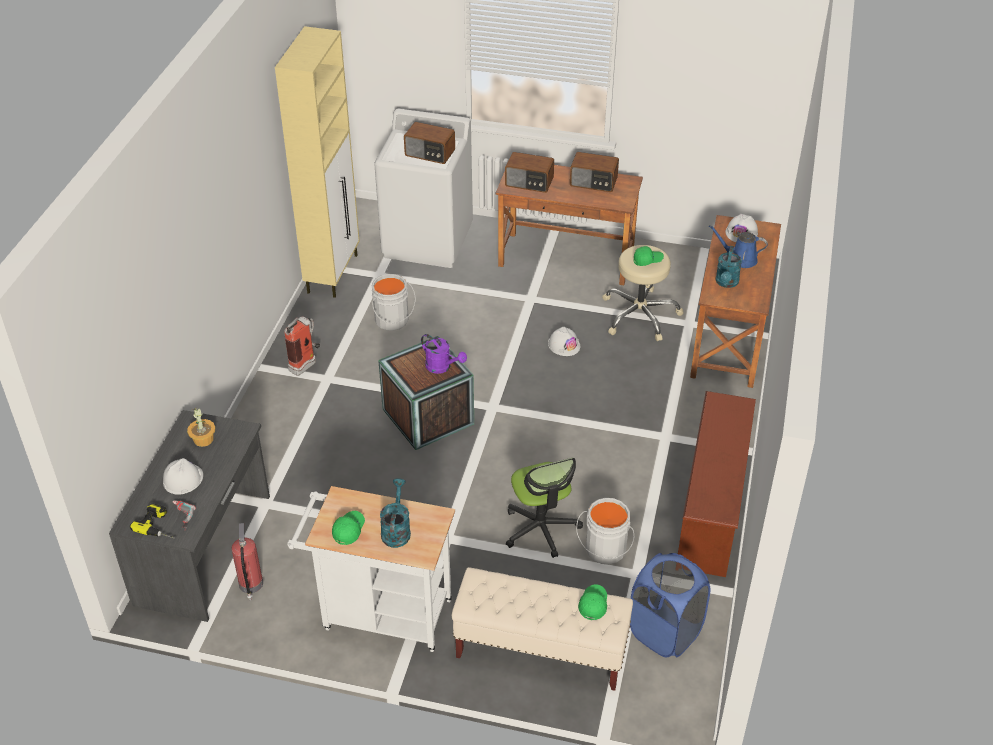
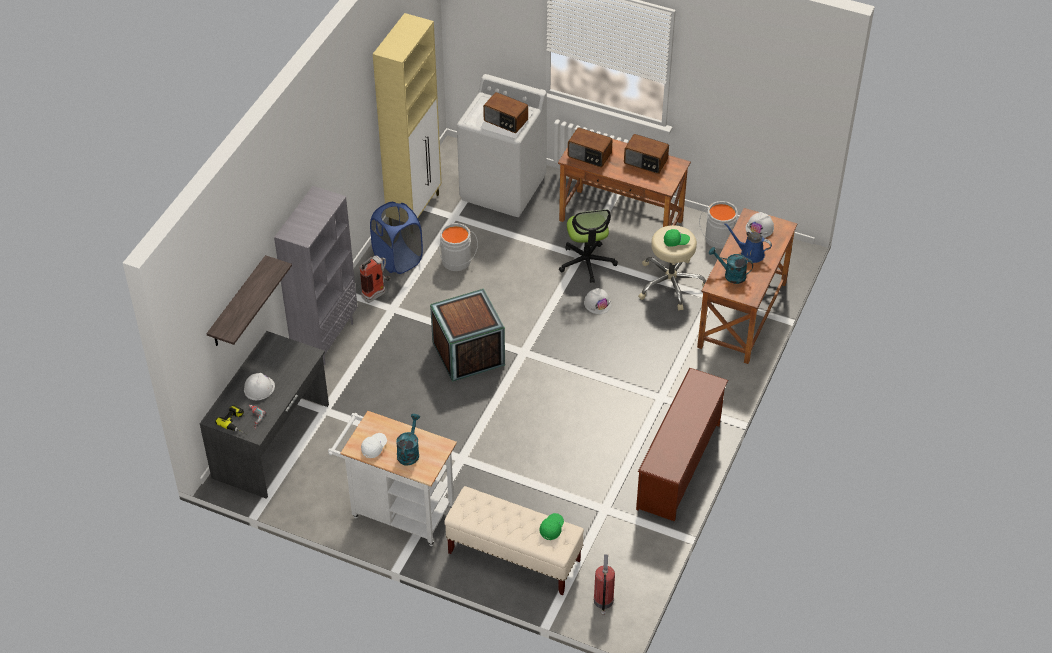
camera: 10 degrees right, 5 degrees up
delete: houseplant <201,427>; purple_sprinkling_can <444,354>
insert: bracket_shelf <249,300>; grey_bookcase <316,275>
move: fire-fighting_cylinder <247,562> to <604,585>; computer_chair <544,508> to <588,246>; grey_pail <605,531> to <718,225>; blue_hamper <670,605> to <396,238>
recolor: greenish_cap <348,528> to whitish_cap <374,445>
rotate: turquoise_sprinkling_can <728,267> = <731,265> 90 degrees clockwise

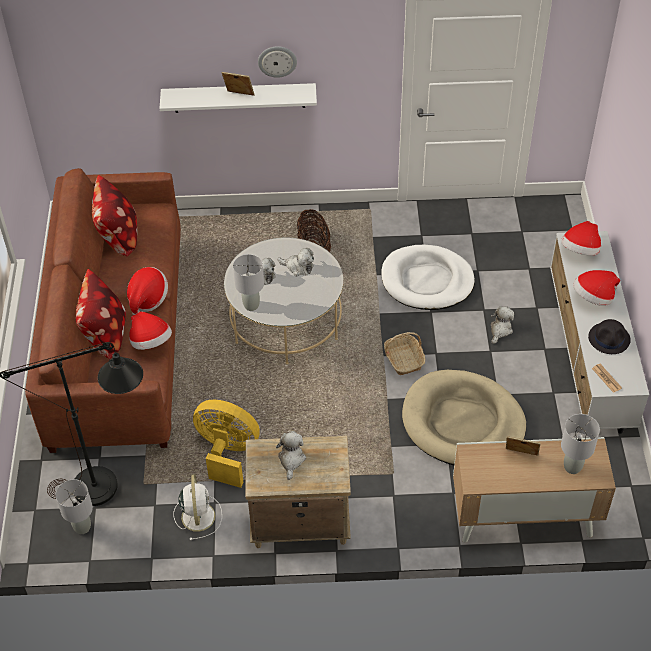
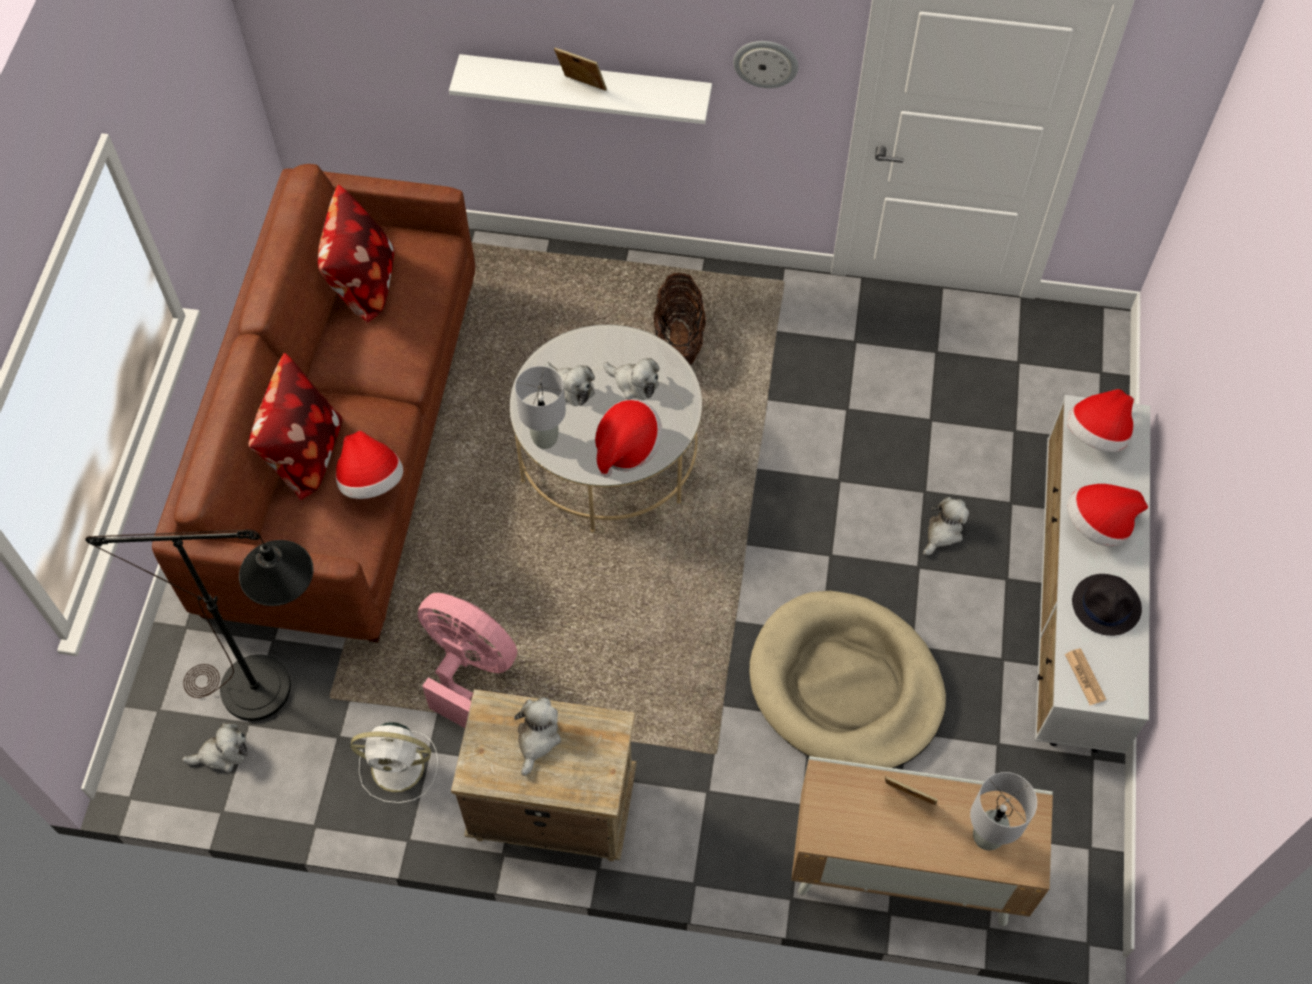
camera: 10 degrees right, 10 degrees up
delete: whitish_dog_cushion <428,277>; basket <404,353>
move: hat <147,291> to <628,438>; hanging_clock <277,62> to <766,64>
replace: grey_table_lamp <74,506> to plush_toy <215,747>
recolor: yellowish_electric_fan <226,444> to pinkish_electric_fan <467,660>
rotate: whitish_electric_fan <197,507> = <394,762> 90 degrees clockwise

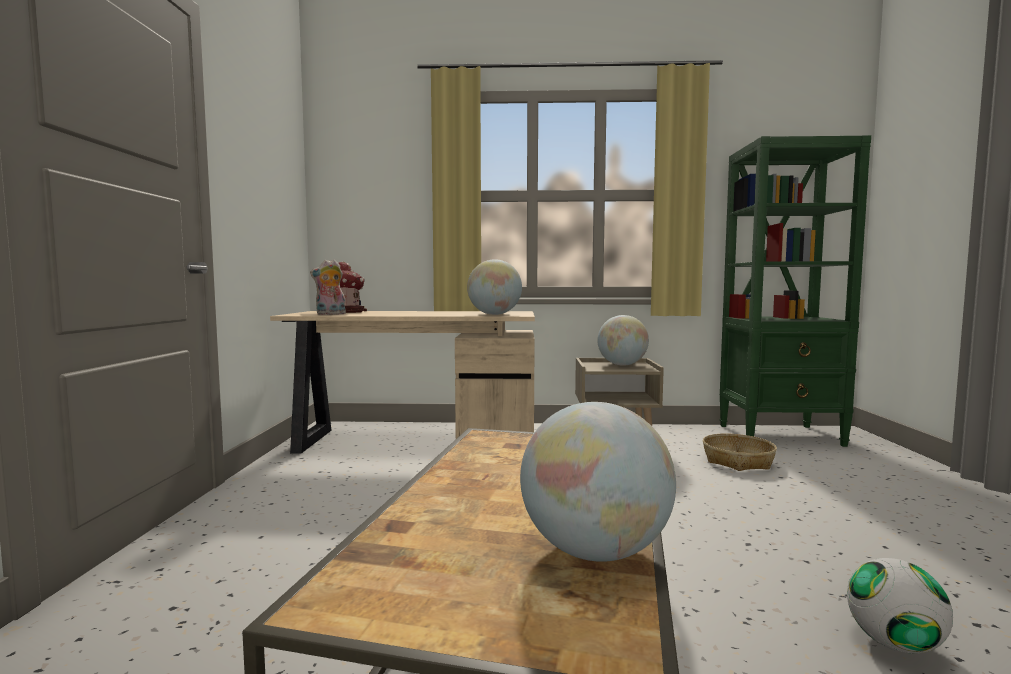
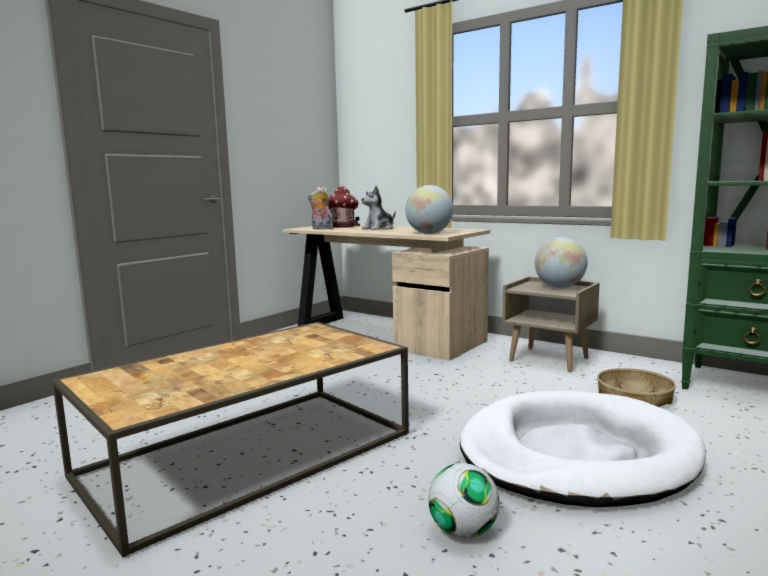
camera: 35 degrees right, 5 degrees up
delete: world_globe <598,482>
insert: plush_toy <379,208>; whitish_dog_cushion <583,449>

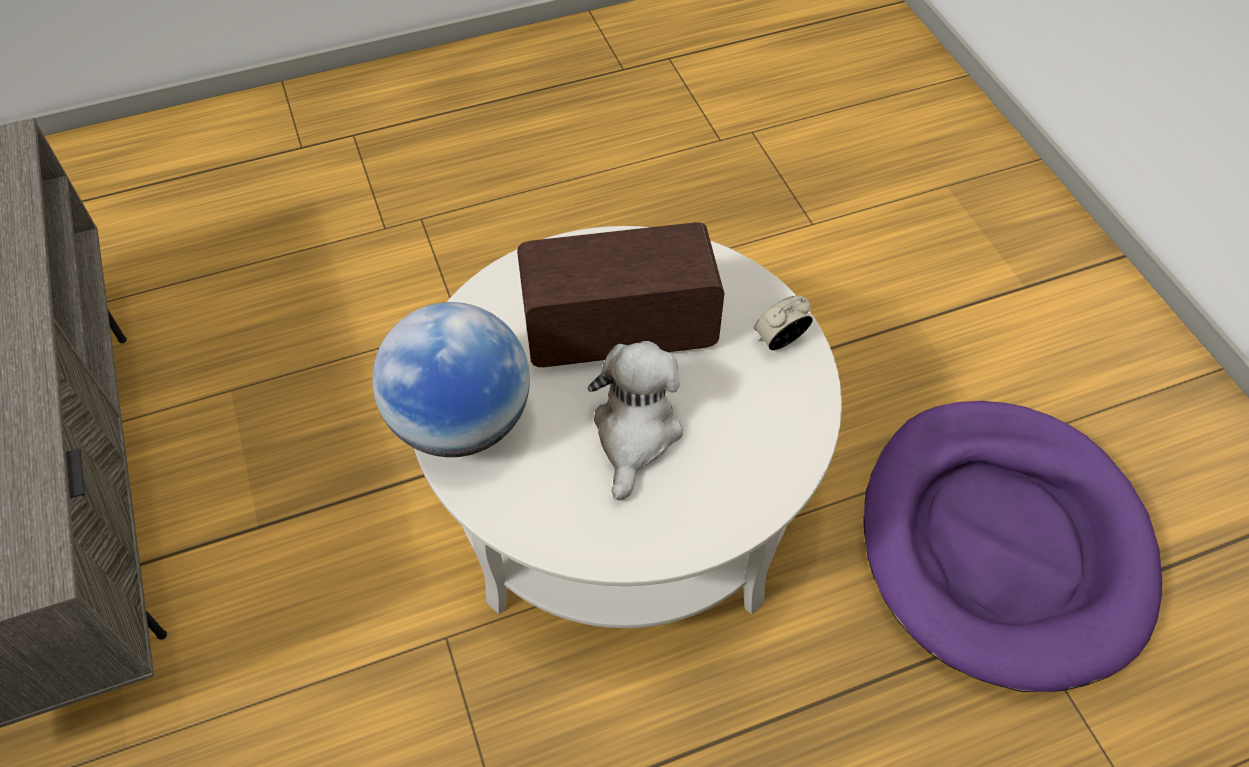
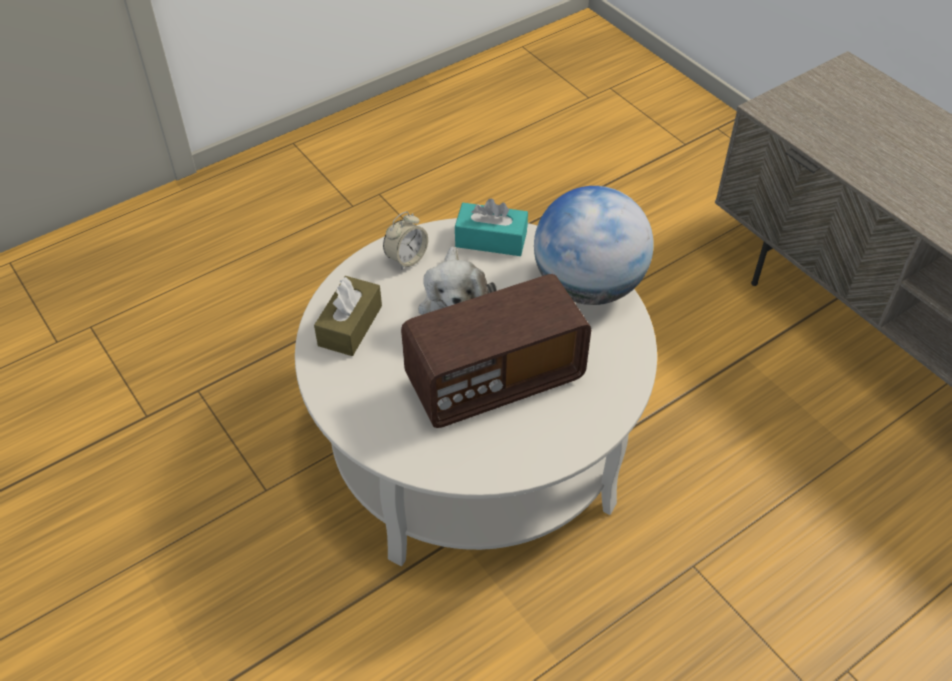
camera: 165 degrees right, 5 degrees down
delete: purple_dog_cushion <1012,546>
insert: brown_tissue_box <348,316>; turquoise_tissue_box <491,227>
move: table_clock <783,322> to <405,240>

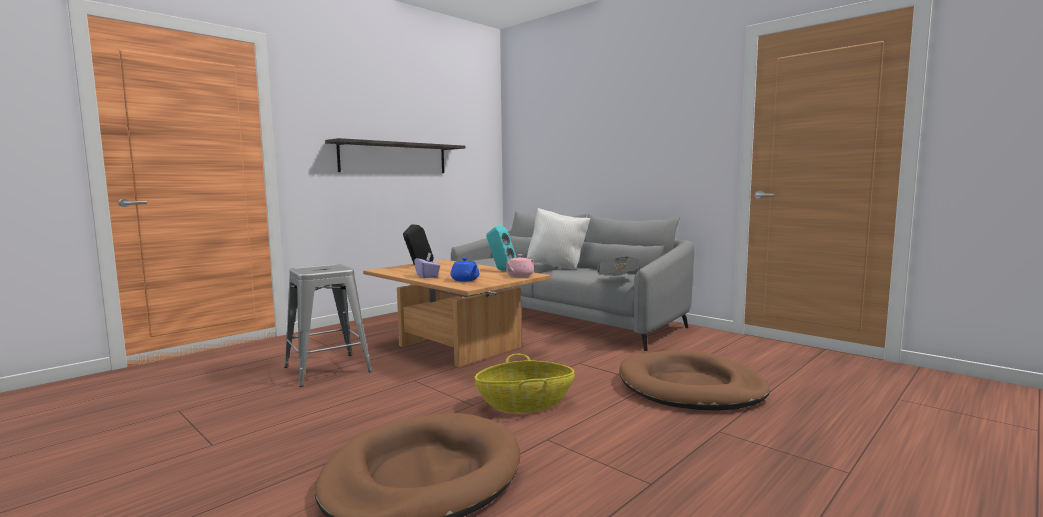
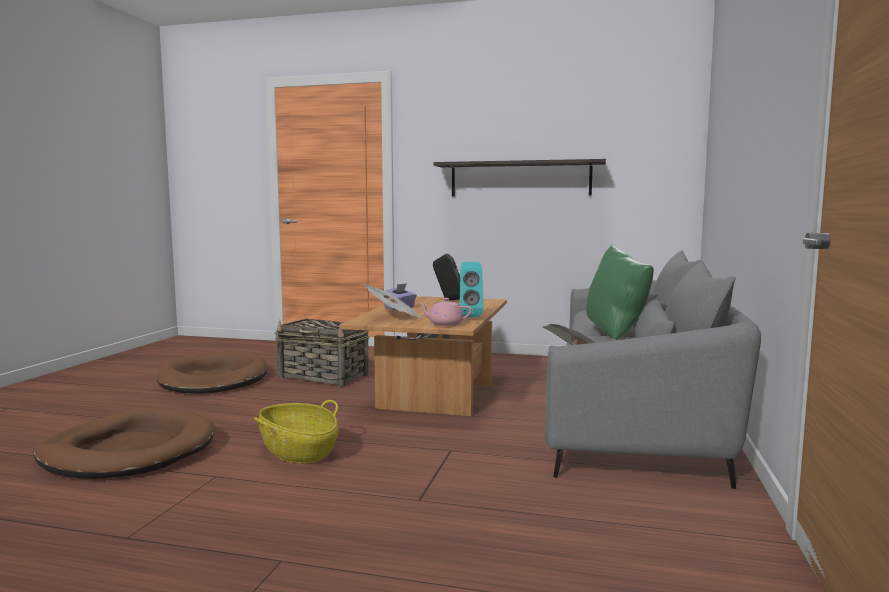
camera: 60 degrees right, 0 degrees up
move: brown_dog_cushion <694,381> to <212,372>
replace: grey_stool_seat <328,325> to basket <321,353>; blue_pot_for_tea <464,270> to daily_paper <393,301>
recolor: whitish_throw_pillow <558,239> to greenish_throw_pillow <620,292>

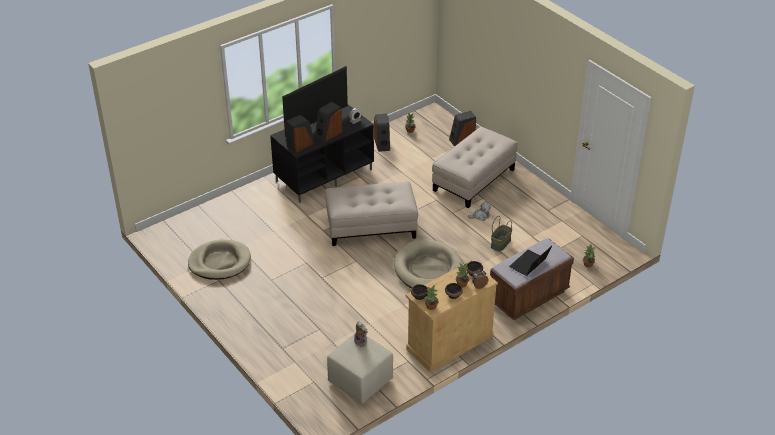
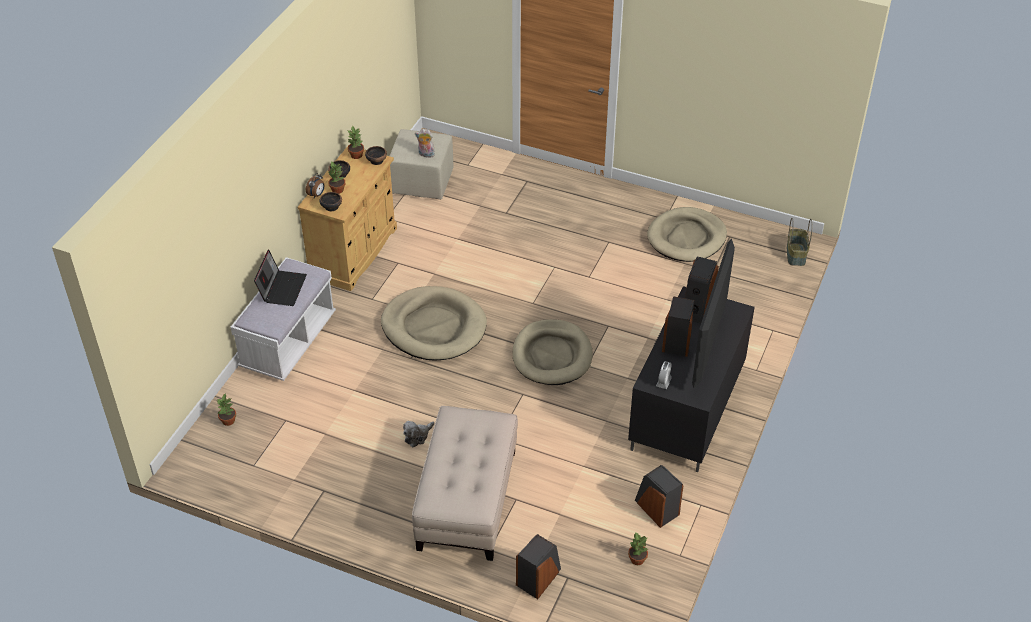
camera: 150 degrees right, 5 degrees up
move: basket <501,234> to <799,242>
replace: sand-coloured_footrest <371,214> to sand-coloured_dog_cushion <552,352>
recolor: brown_bench <532,279> to whitish_bench <283,319>

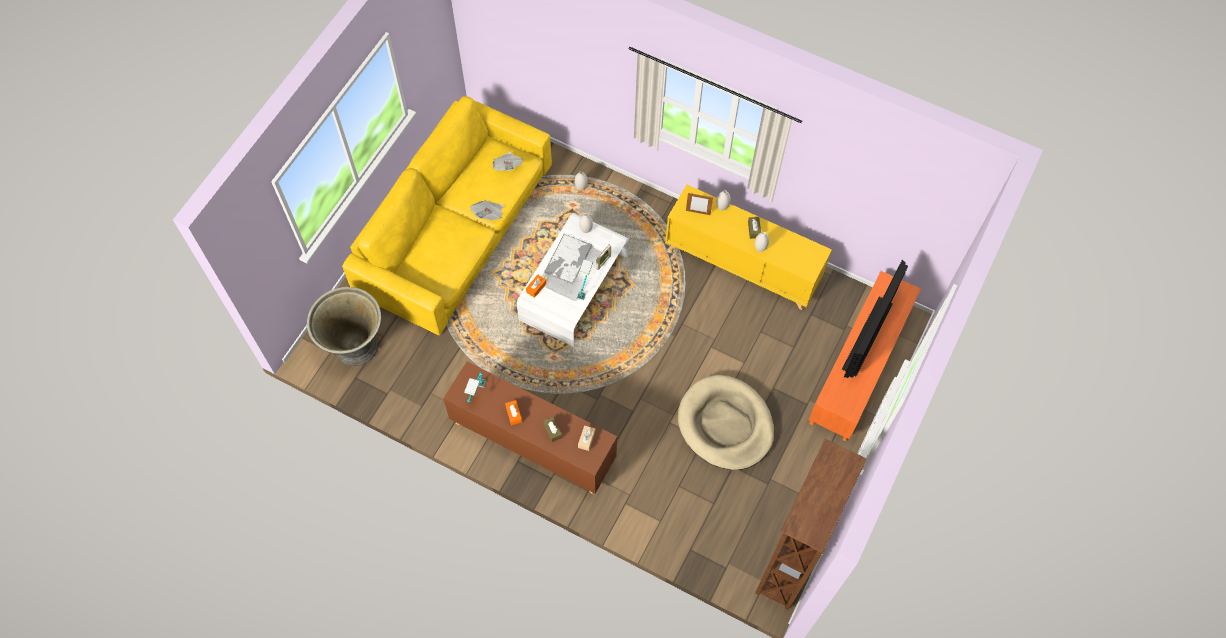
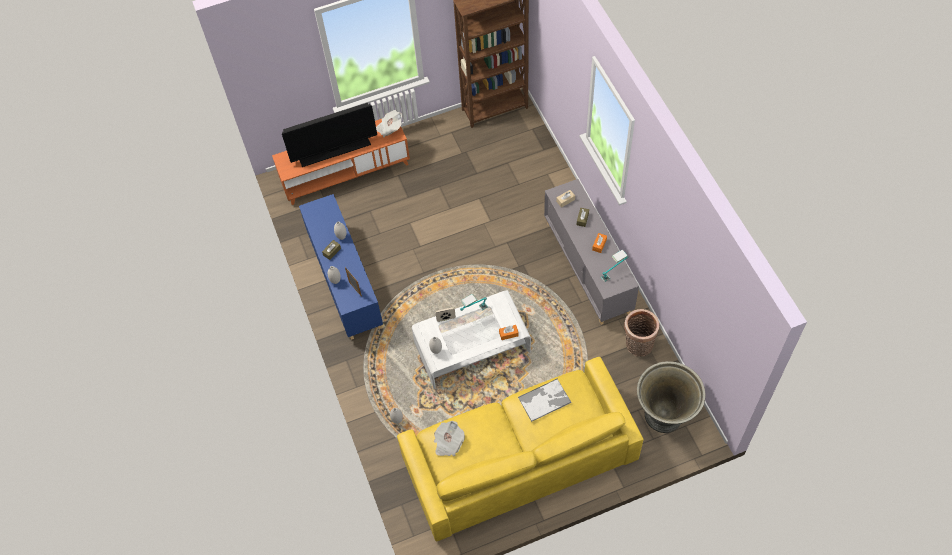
camera: 135 degrees left, 5 degrees down
delete: sand-coloured_dog_cushion <726,422>
insert: basket <642,333>
move: daily_paper <487,210> to <389,123>; tray <568,259> to <544,400>
recolor: brown_cupboard <530,427> to grey_cupboard <591,252>; yellowish_cupboard <748,247> to blue_cupboard <341,267>

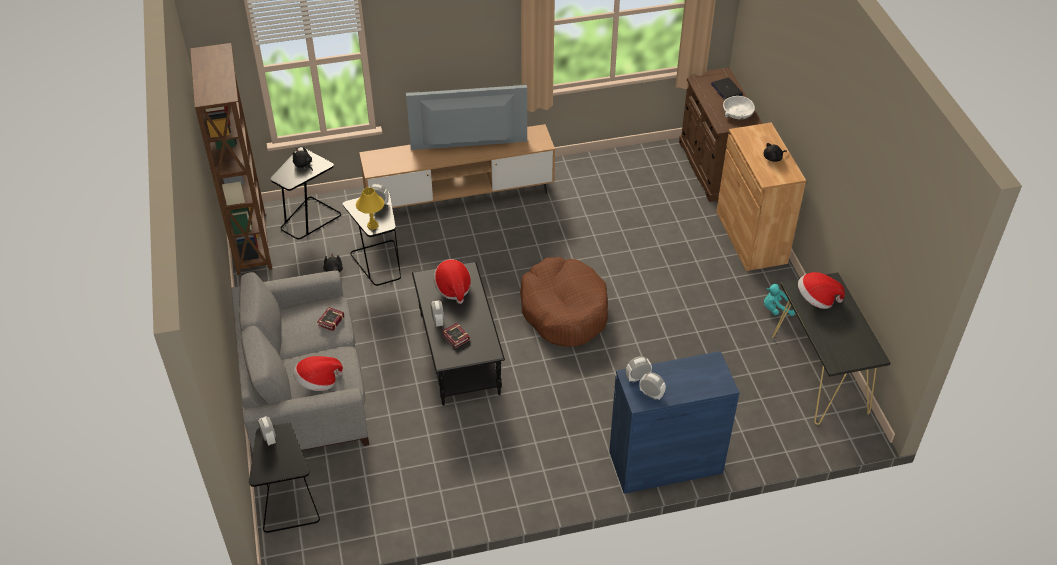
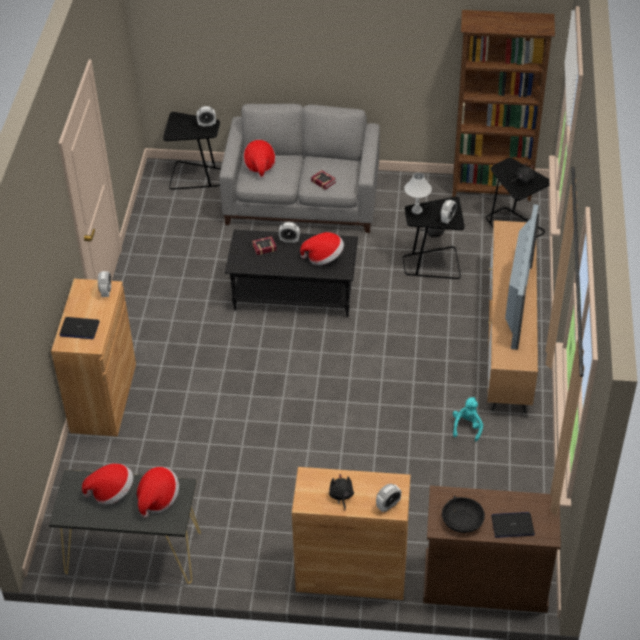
camera: 110 degrees right, 0 degrees up
delete: brown_dog_cushion <564,302>
insert: laptop <80,328>; hat <107,484>
move: table_clock <652,386> to <388,498>; turquoise_plush_toy <779,300> to <468,419>
recolor: yellowish_table_lamp <370,208> to whitish_table_lamp <418,193>; blue_cupboard <674,422> to brown_cupboard <93,357>; whitish_serving_bowl <739,107> to black-coloured_serving_bowl <463,514>

